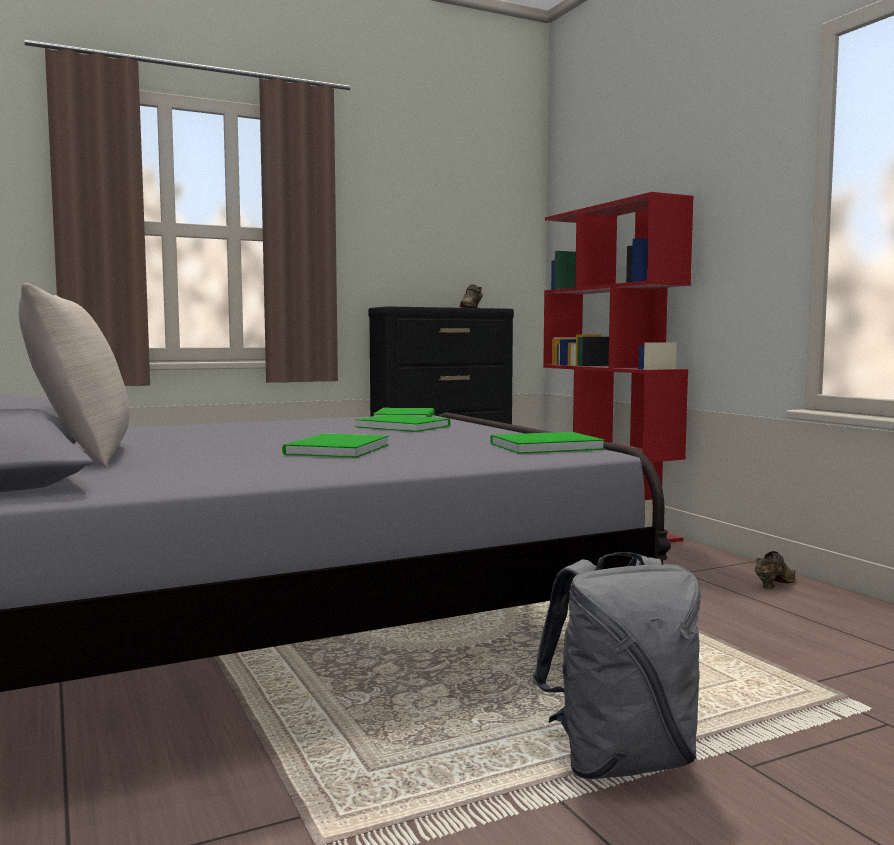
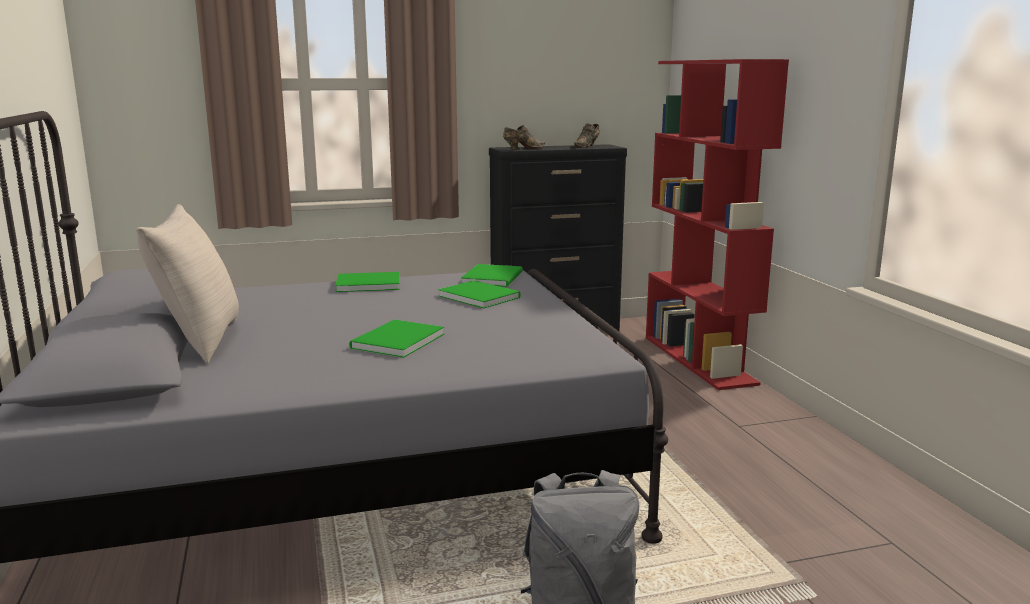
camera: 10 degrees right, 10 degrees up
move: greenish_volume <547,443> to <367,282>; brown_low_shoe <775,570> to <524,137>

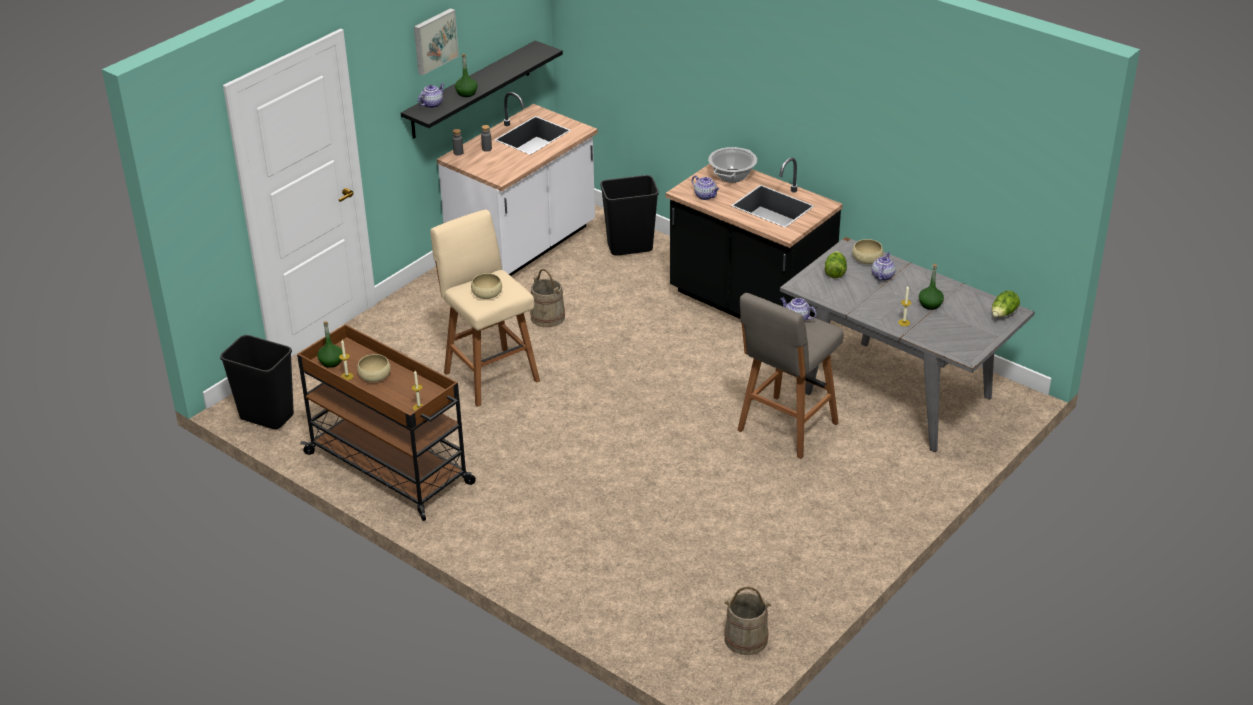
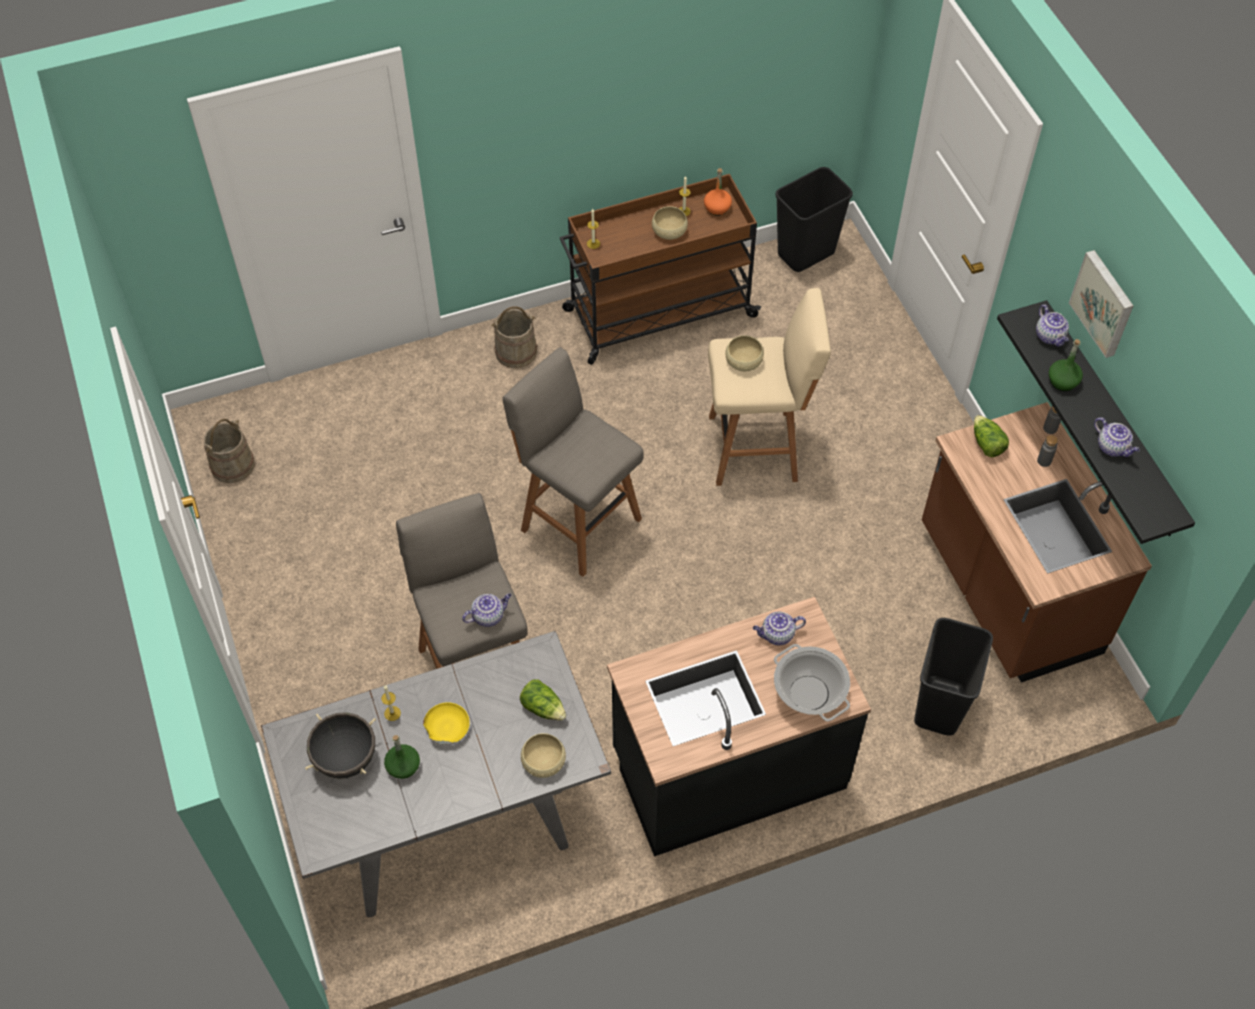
camera: 120 degrees right, 20 degrees up
insert: black-coloured_saucepot <340,745>; yellowish_serving_bowl <446,723>; grey_stool_seat <573,462>
move: sand-coloured_pail <547,298> to <514,337>; pot_for_tea <883,266> to <1117,437>; head_of_lettuce <1006,304> to <991,436>
recolor: greenish_drink_bottle <330,344> to orangey_drink_bottle <718,192>; whitish_kitchen_counter <517,184> to brown_kitchen_counter <1037,542>

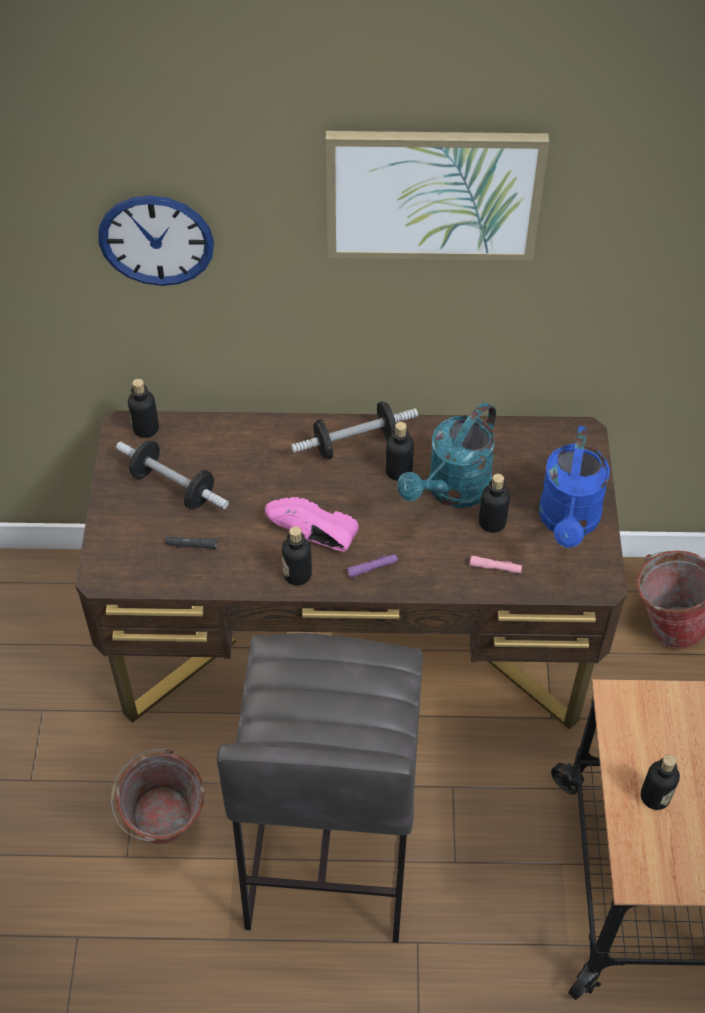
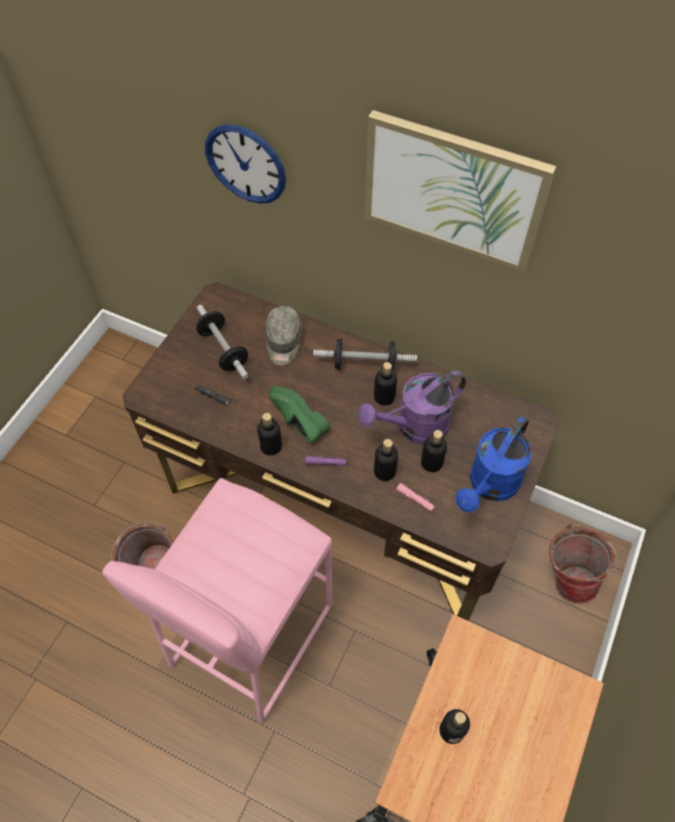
camera: 25 degrees right, 5 degrees up
insert: grey_cap <283,335>
move: drink_bottle <143,408> to <386,460>
recolor: grey_stool_seat <320,788> to pinkish_stool_seat <217,601>; pinkish_low_shoe <312,524> to greenish_low_shoe <299,414>; turquoise_sprinkling_can <446,455> to purple_sprinkling_can <412,408>

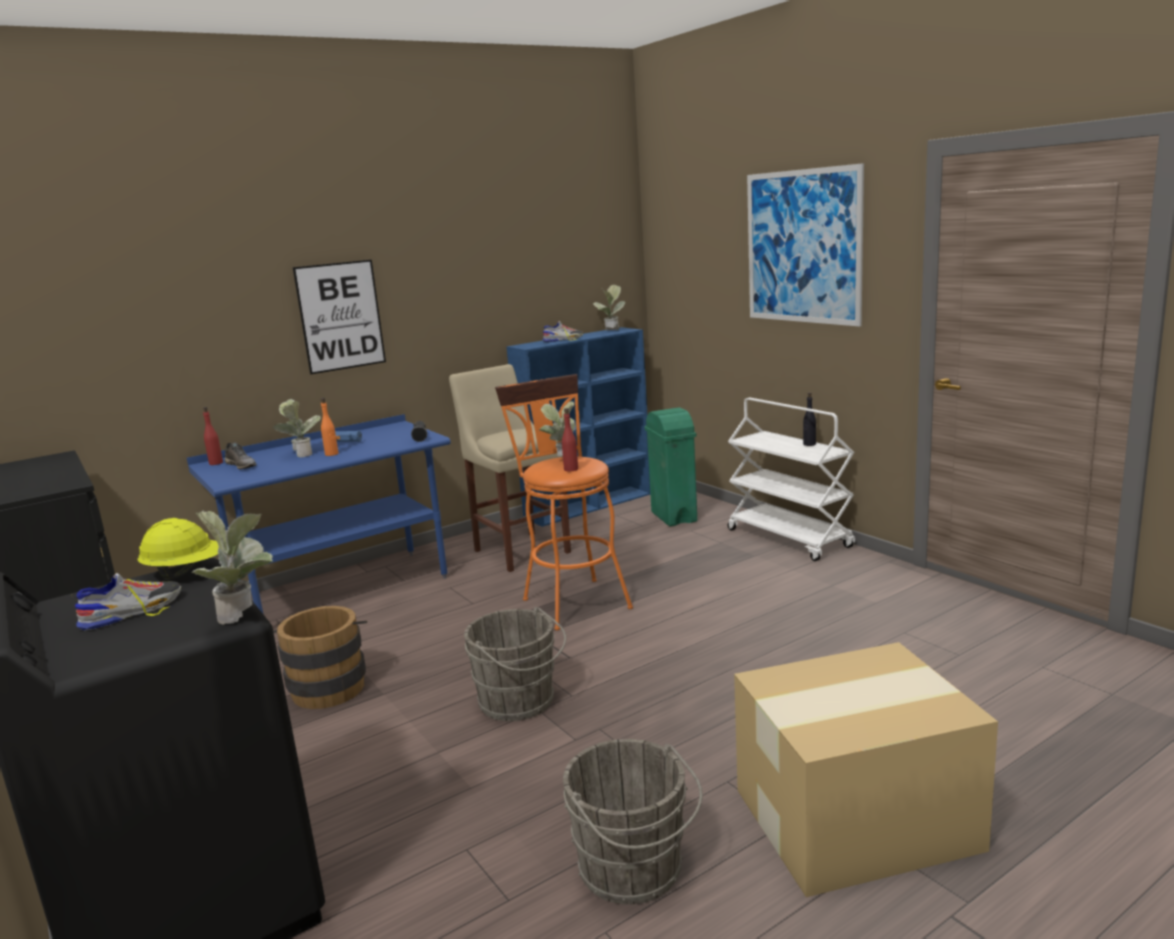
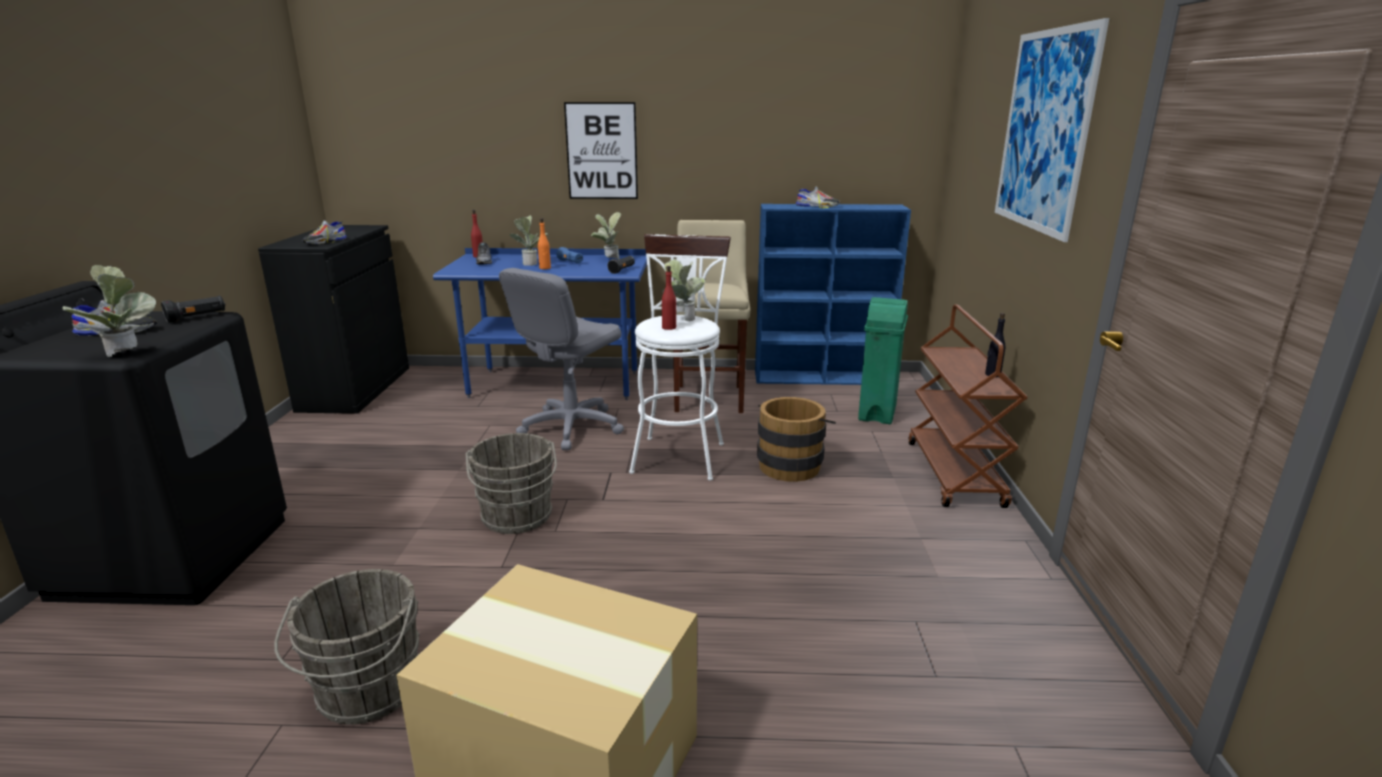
camera: 35 degrees right, 5 degrees up
insert: low_shoe <325,232>; grey_computer_chair <561,359>
move: brown_pail <320,657> to <796,439>; houseplant <609,307> to <606,236>
replace: yellowish_work_helmet <178,548> to black-coloured_flashlight <193,309>
recolor: orangey_stool_seat <564,502> to whitish_stool_seat <680,357>; whitish_trolley <791,479> to brown_trolley <967,406>

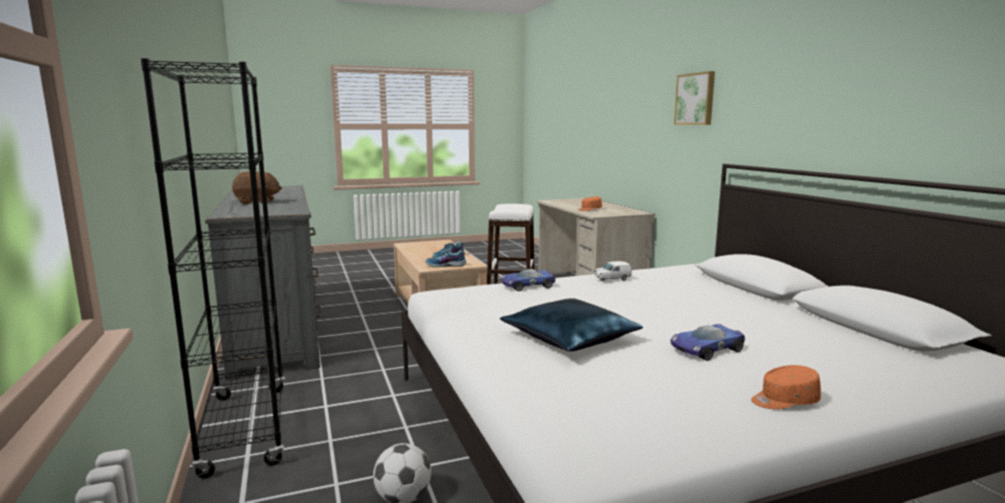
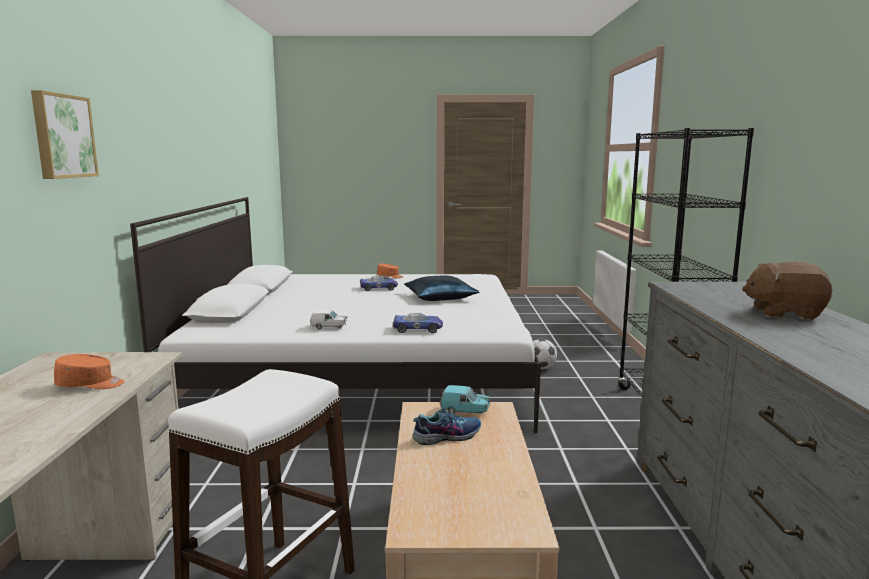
camera: 160 degrees left, 0 degrees up
replace: low_shoe <445,258> to turquoise_model_car <465,399>

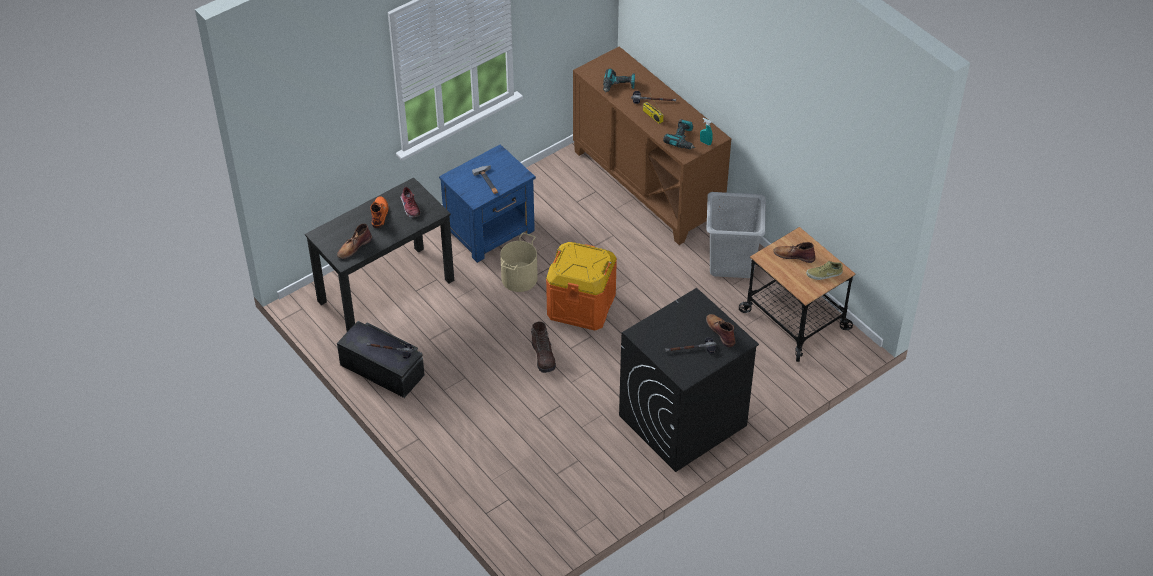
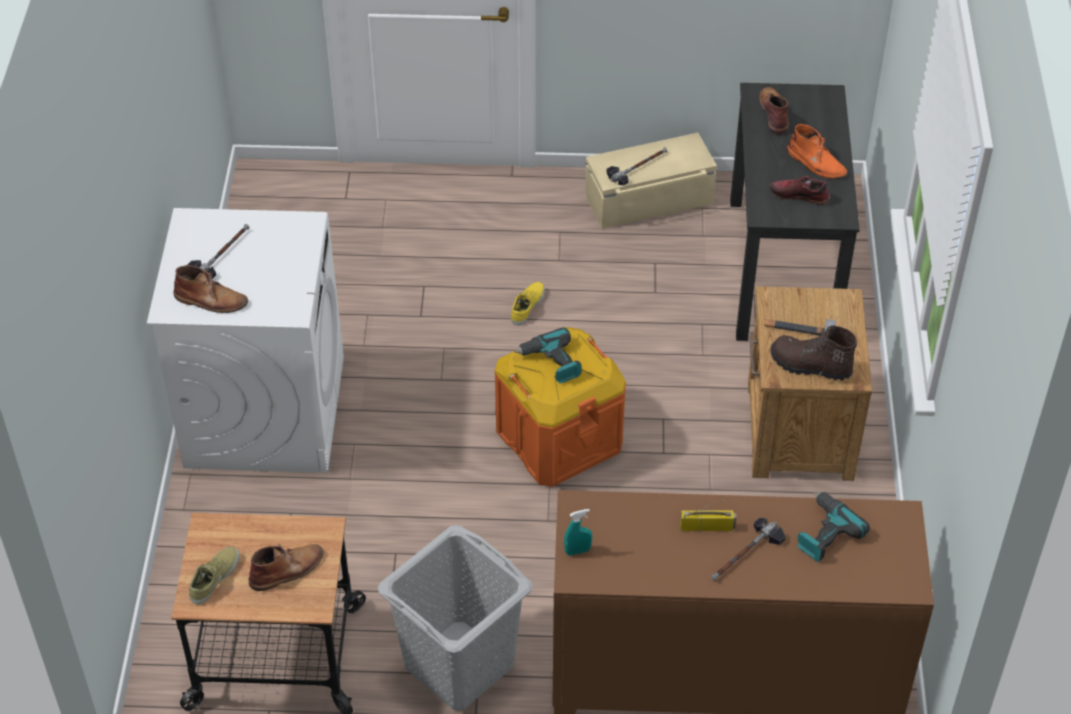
camera: 130 degrees right, 0 degrees up
delete: sand-coloured_pail <519,262>
insert: yellowish_low_shoe <528,303>
move: brown_high-top_boot <543,347> to <814,352>; drill <679,134> to <548,356>
recolor: black-coloured_storage_bin <381,359> to sand-coloured_storage_bin <651,181>; blue_nightstand <487,203> to brown_nightstand <810,383>; black-coloured_washing_machine <689,380> to whitish_washing_machine <245,340>

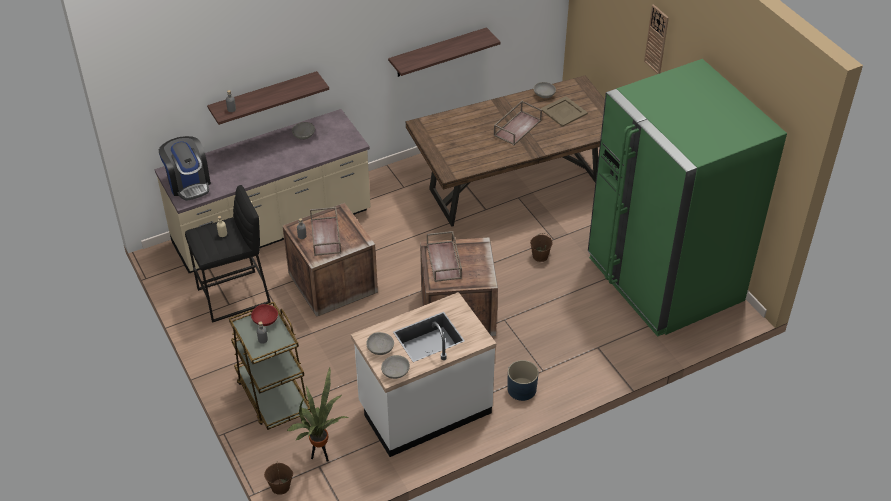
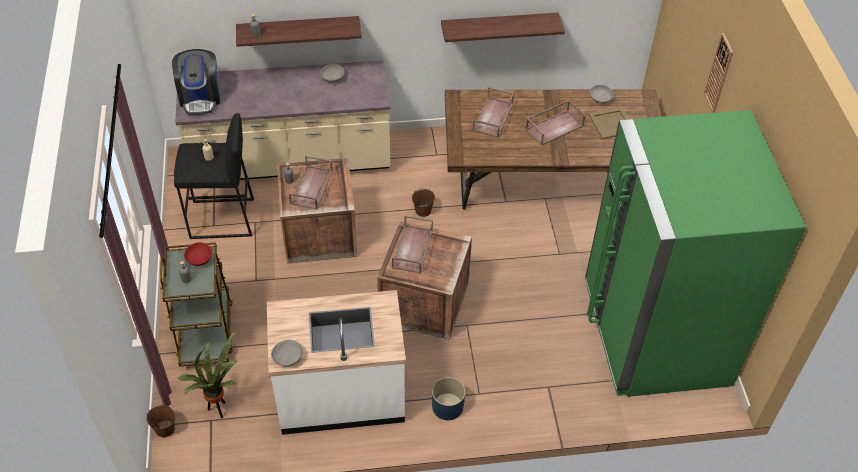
camera: 20 degrees right, 5 degrees up
delete: grey_serving_bowl <380,343>
insert: brown_tray <493,112>
move: brown_pail <541,247> to <423,202>

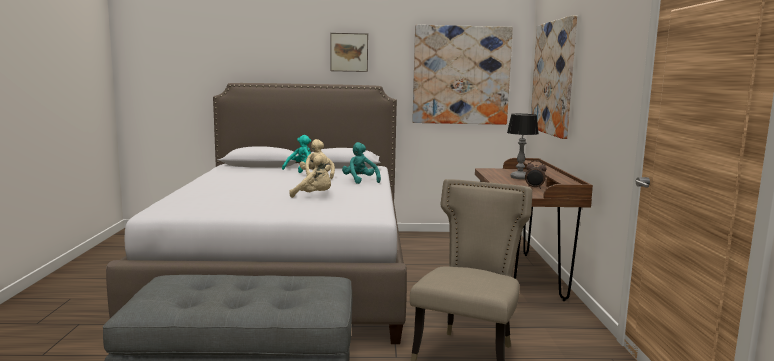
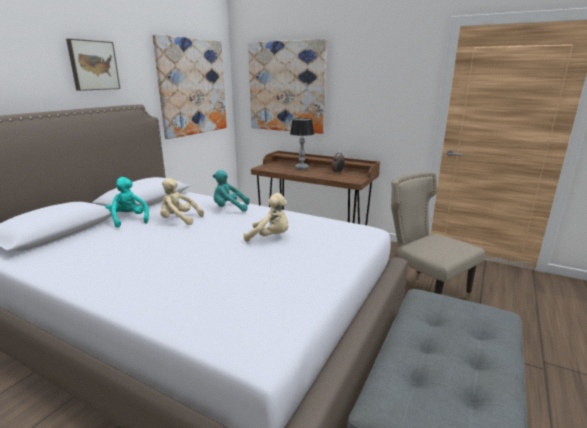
camera: 60 degrees left, 10 degrees up
rotate: sand-coloured_plush_toy <310,175> = <266,217> 60 degrees clockwise

